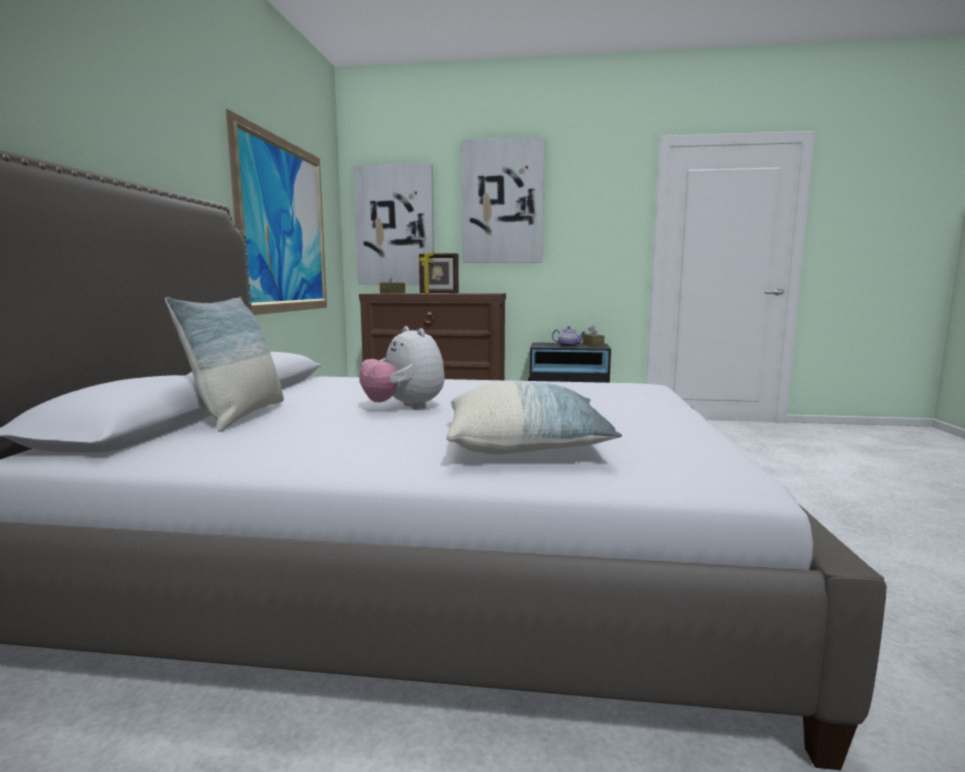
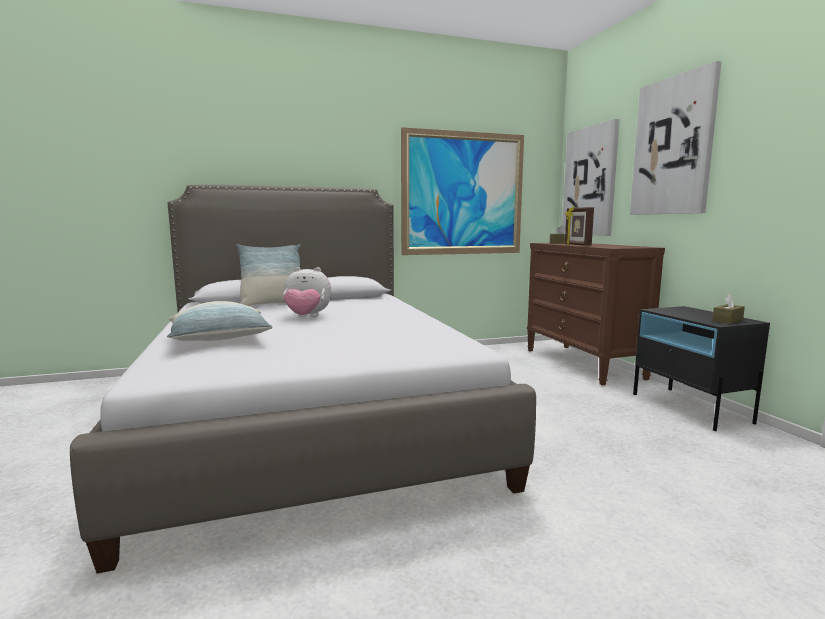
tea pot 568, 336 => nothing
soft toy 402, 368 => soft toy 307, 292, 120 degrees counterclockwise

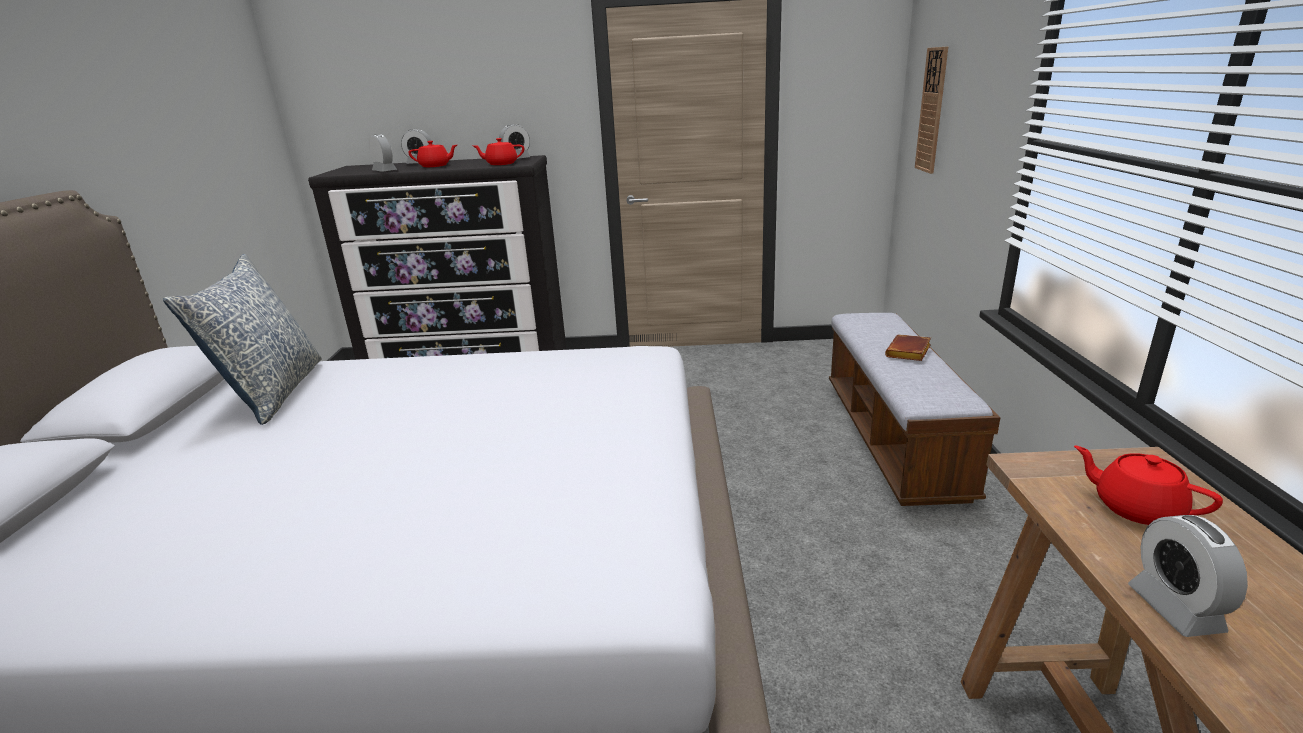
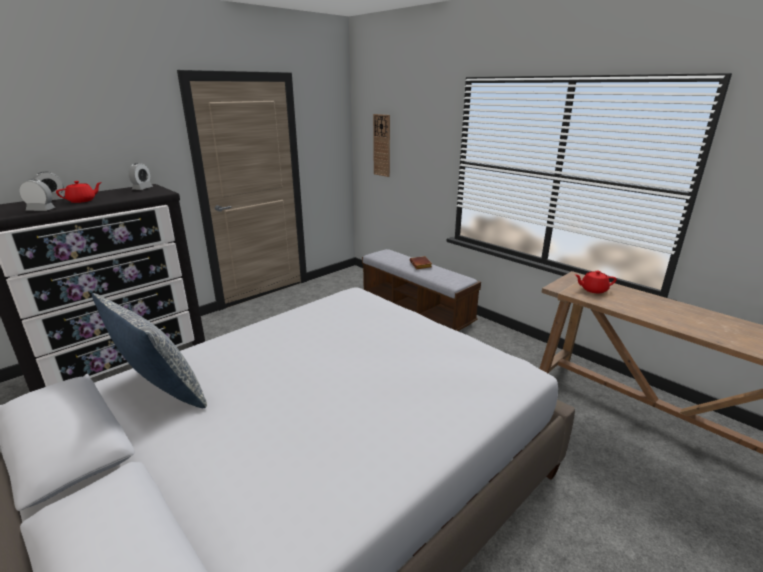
red tea pot 498, 151 => nothing
table clock 1188, 576 => nothing

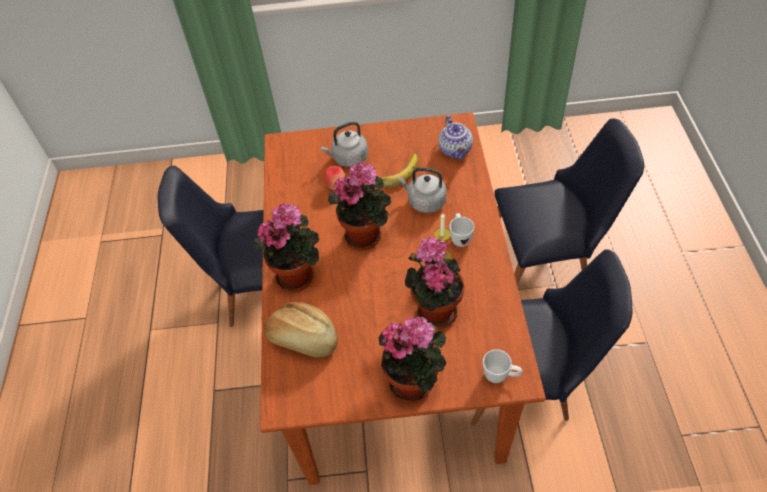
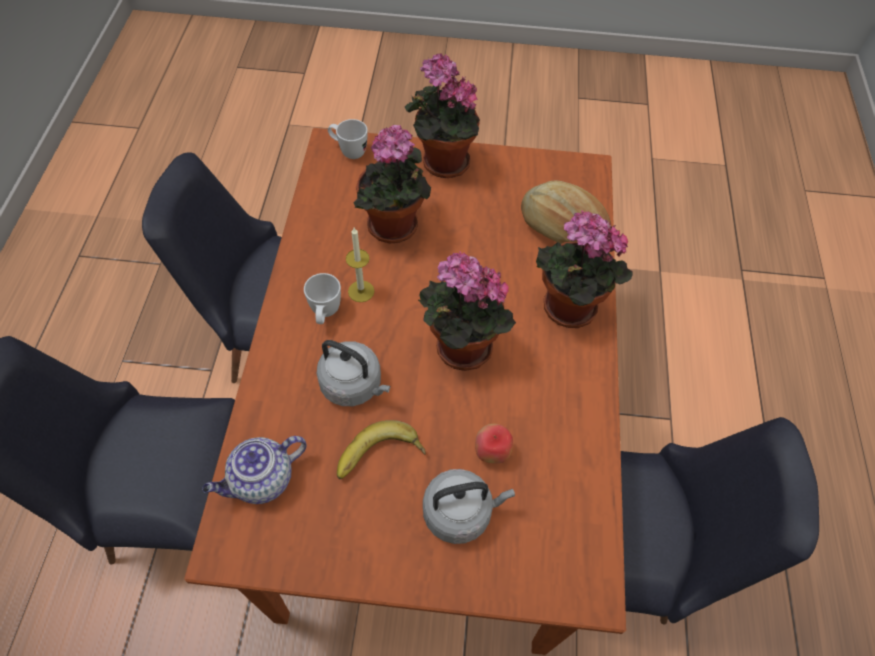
tea pot 455, 138 => tea pot 254, 470, 120 degrees counterclockwise

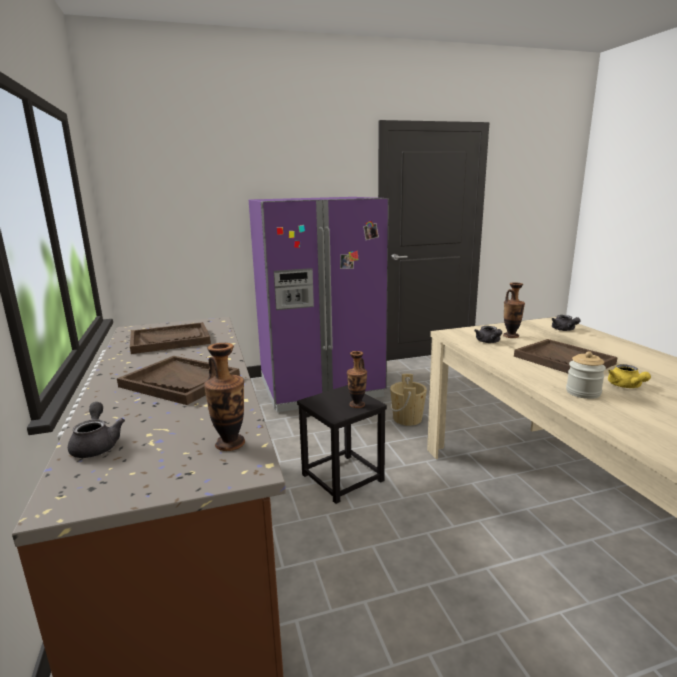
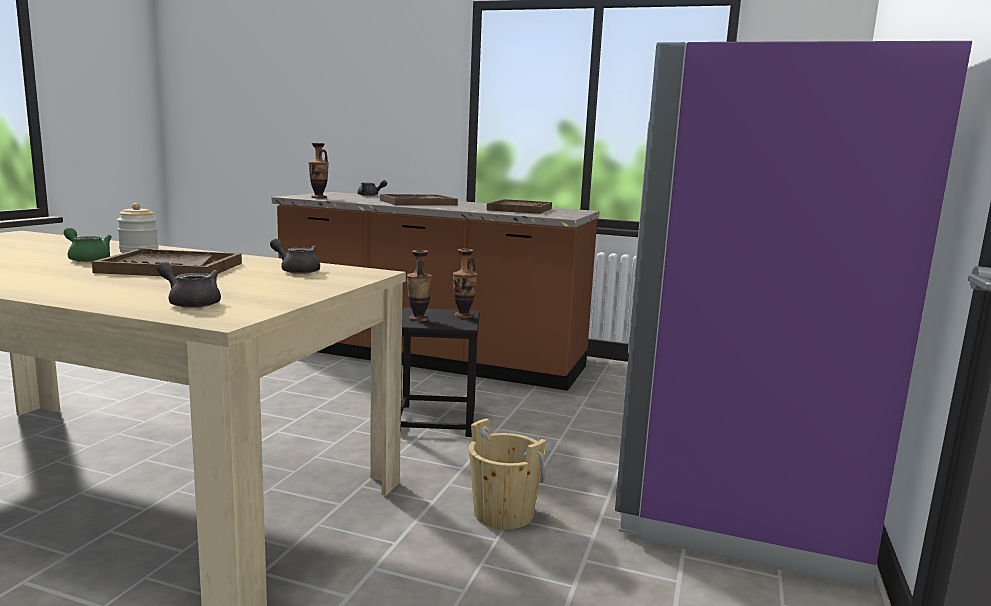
vase 514, 310 => vase 465, 283, relocated
yellowish tea pot 629, 376 => green-coloured tea pot 88, 244

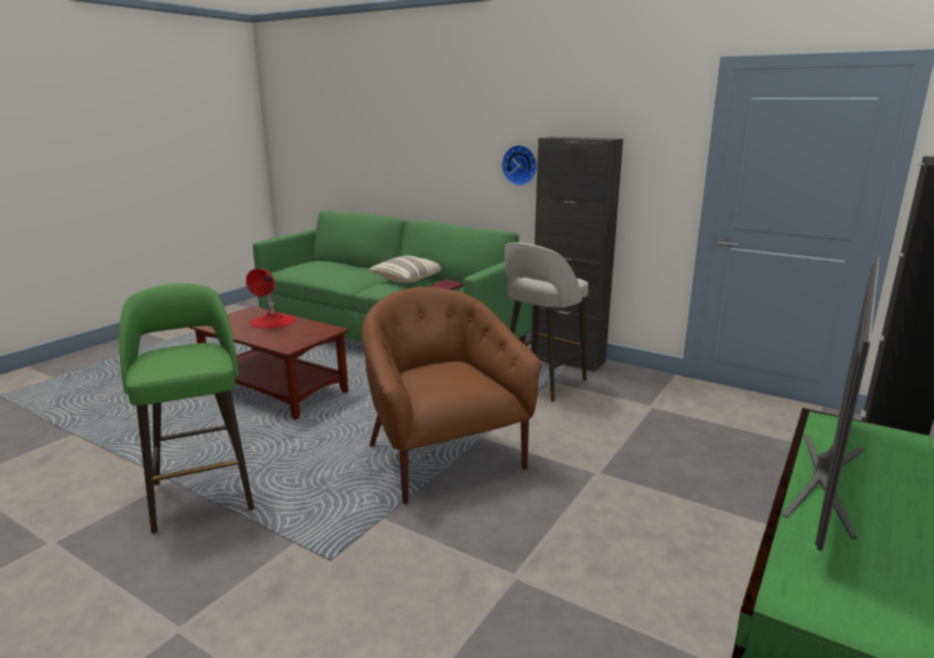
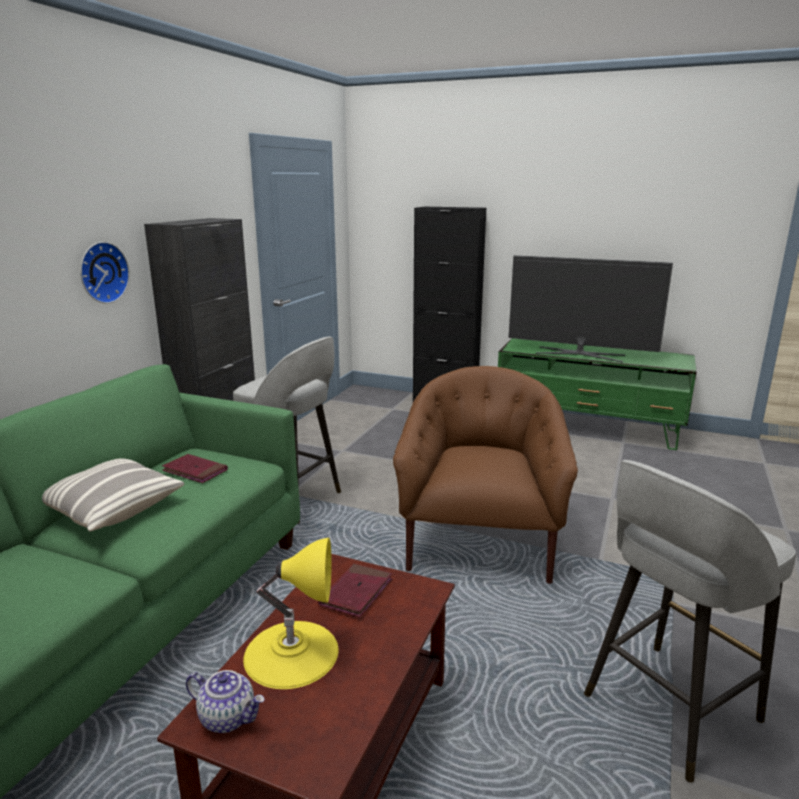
nothing => tea pot 225, 701
nothing => red book 355, 591
green-coloured sitting stool 186, 408 => gray sitting stool 690, 621
red tabletop lamp 270, 299 => yellowish tabletop lamp 291, 613
brown easy chair 451, 395 => brown easy chair 485, 474, 135 degrees clockwise

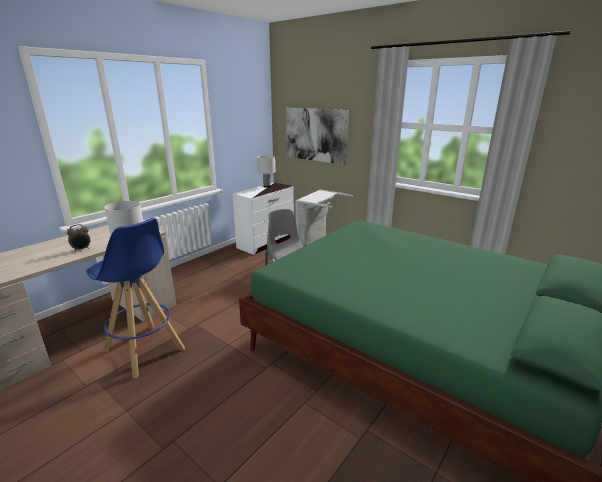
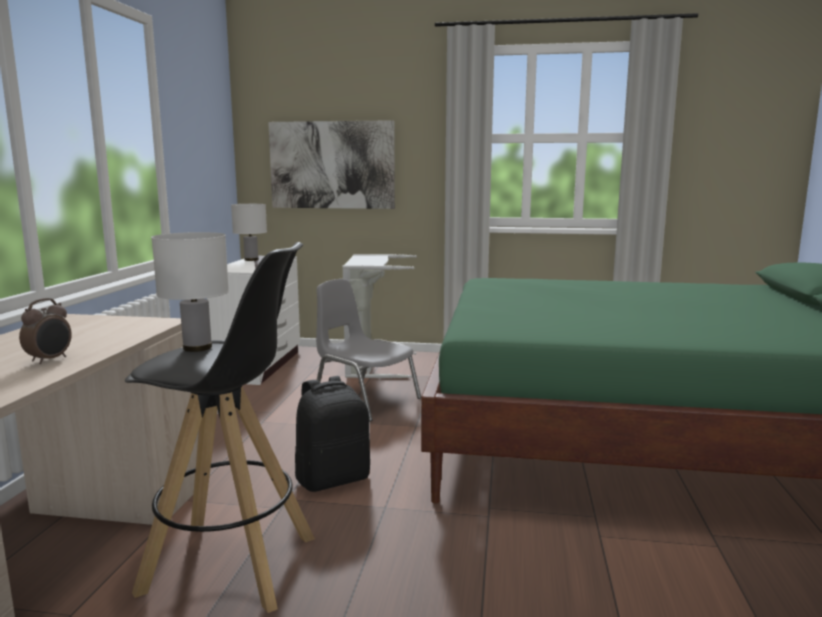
nothing => blackish backpack 332, 434
blue sitting stool 135, 298 => blackish sitting stool 220, 427

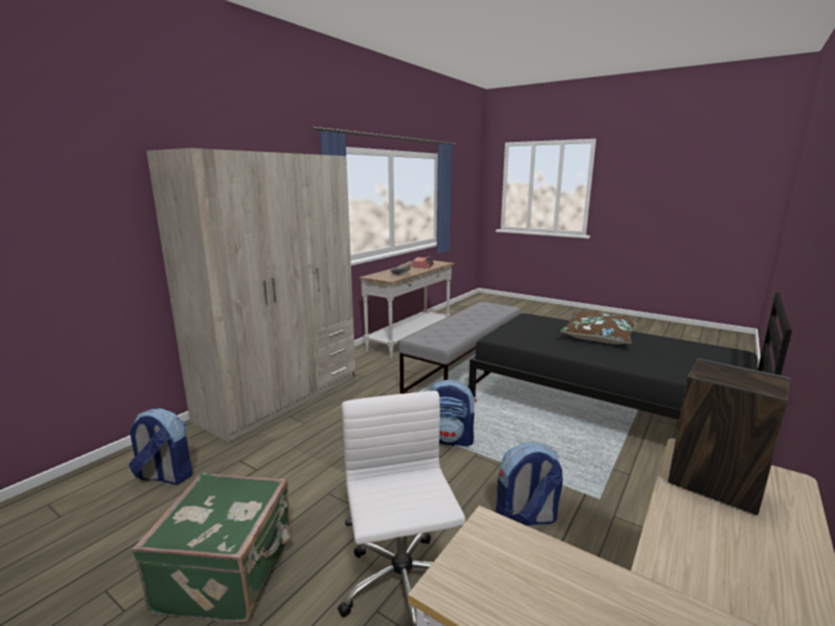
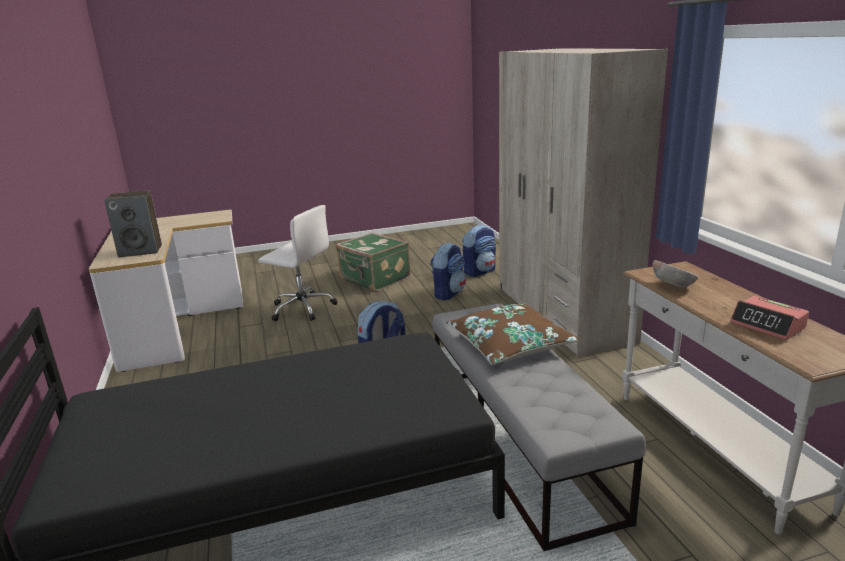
backpack 529, 484 => backpack 448, 271, relocated
brown throw pillow 599, 328 => brown throw pillow 512, 334, relocated

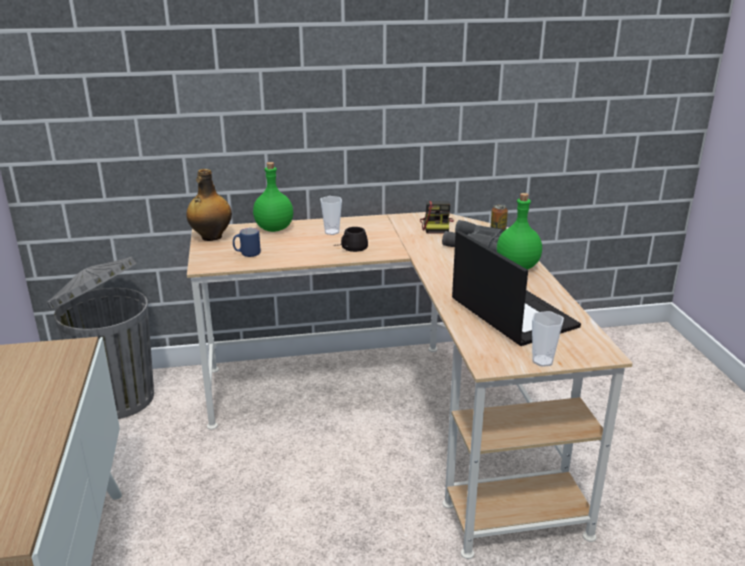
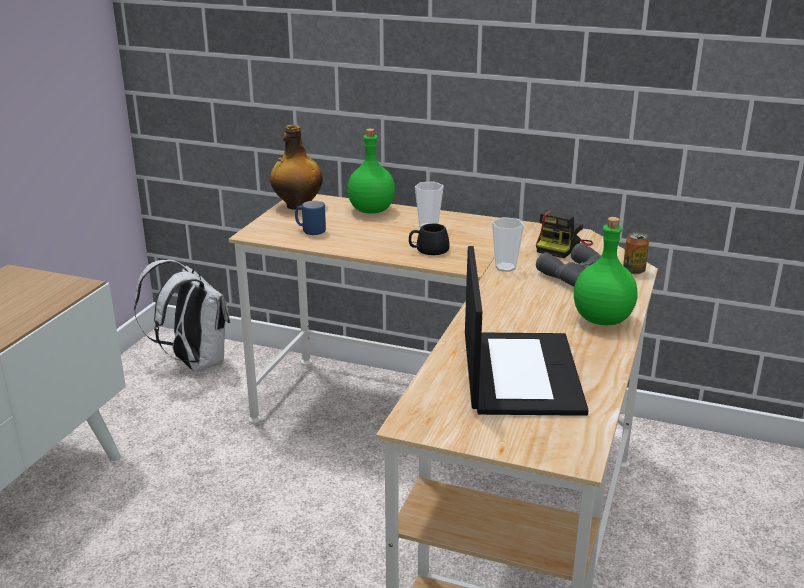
small cup 548, 339 => small cup 508, 244, relocated
gray trash can 100, 337 => white backpack 182, 316

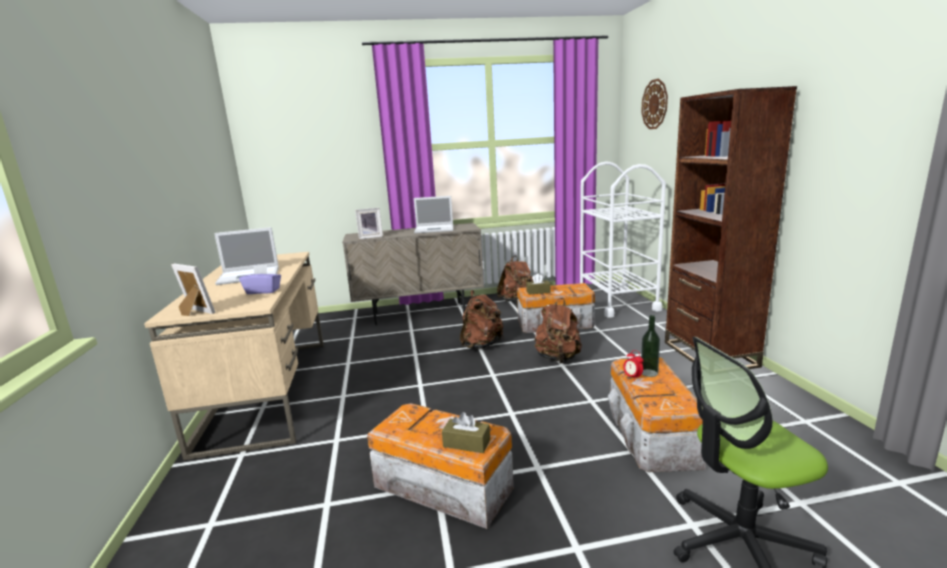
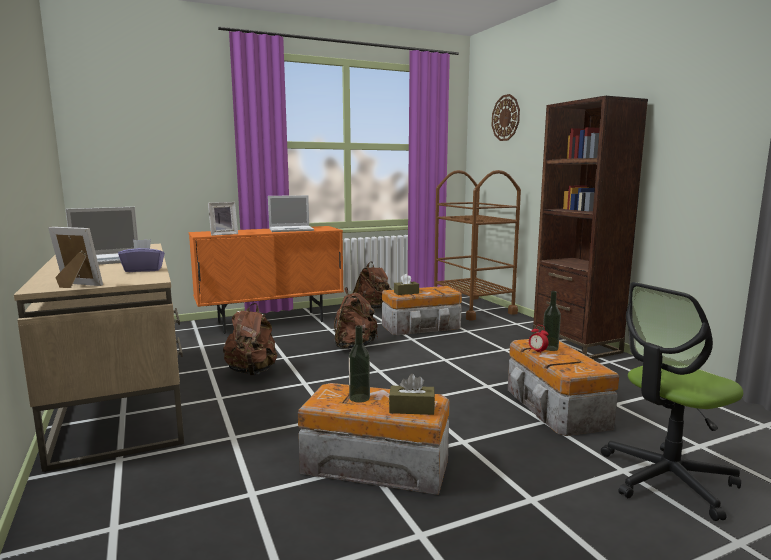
nothing => drink bottle 359, 364
brown backpack 558, 331 => brown backpack 250, 339, relocated
beige cupboard 413, 274 => orange cupboard 266, 280
white wheeled cart 623, 239 => brown wheeled cart 477, 245

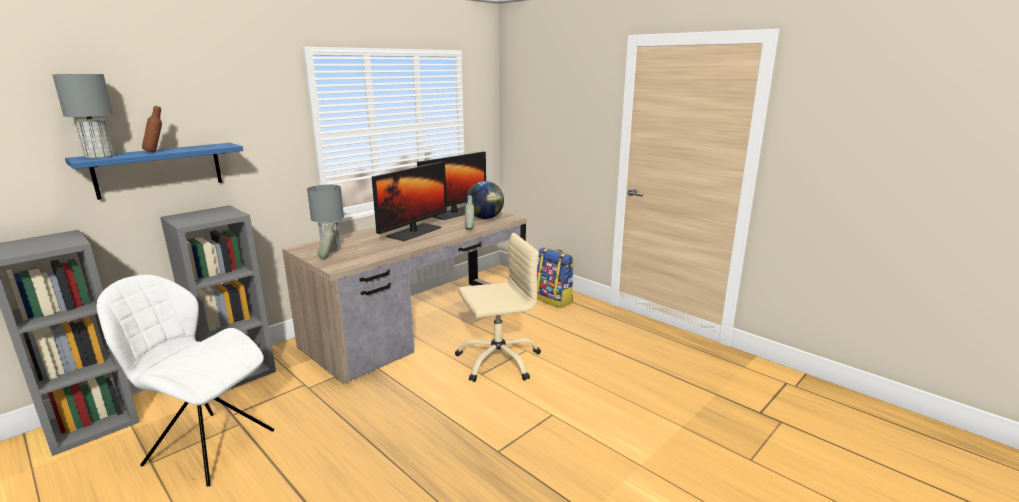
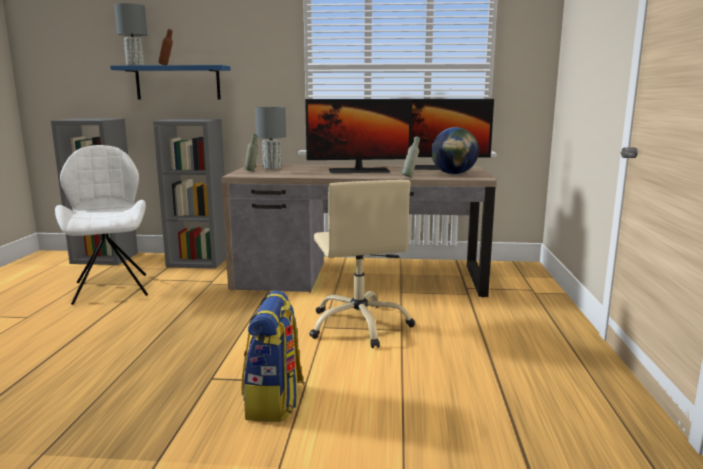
backpack 555, 278 => backpack 273, 356, relocated
beige office chair 498, 307 => beige office chair 362, 264, 45 degrees clockwise

